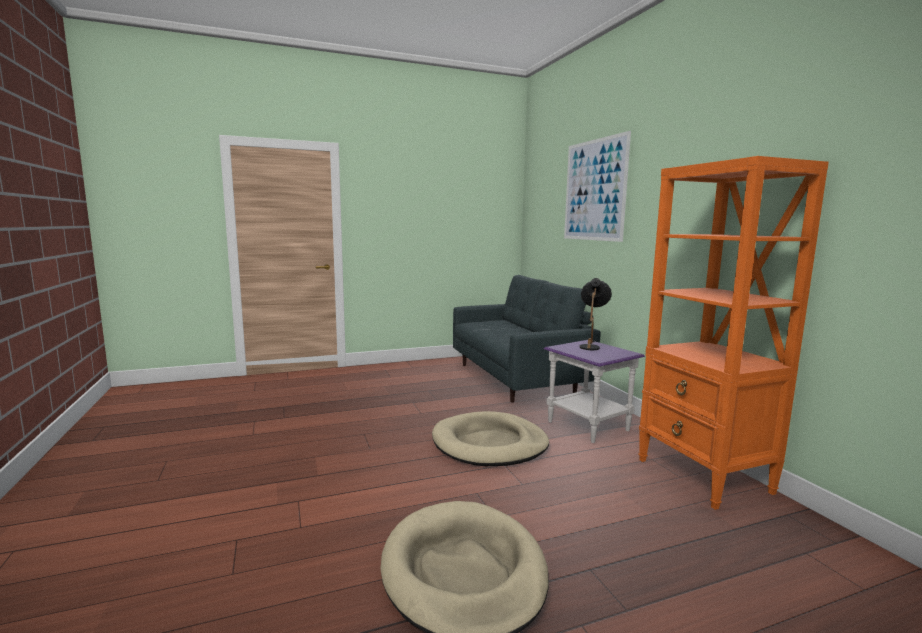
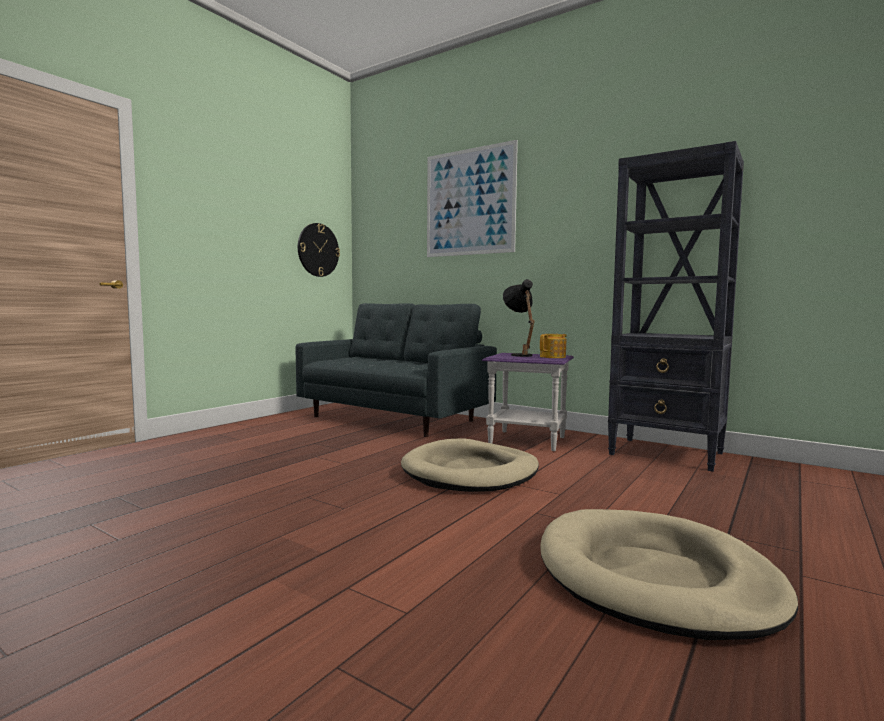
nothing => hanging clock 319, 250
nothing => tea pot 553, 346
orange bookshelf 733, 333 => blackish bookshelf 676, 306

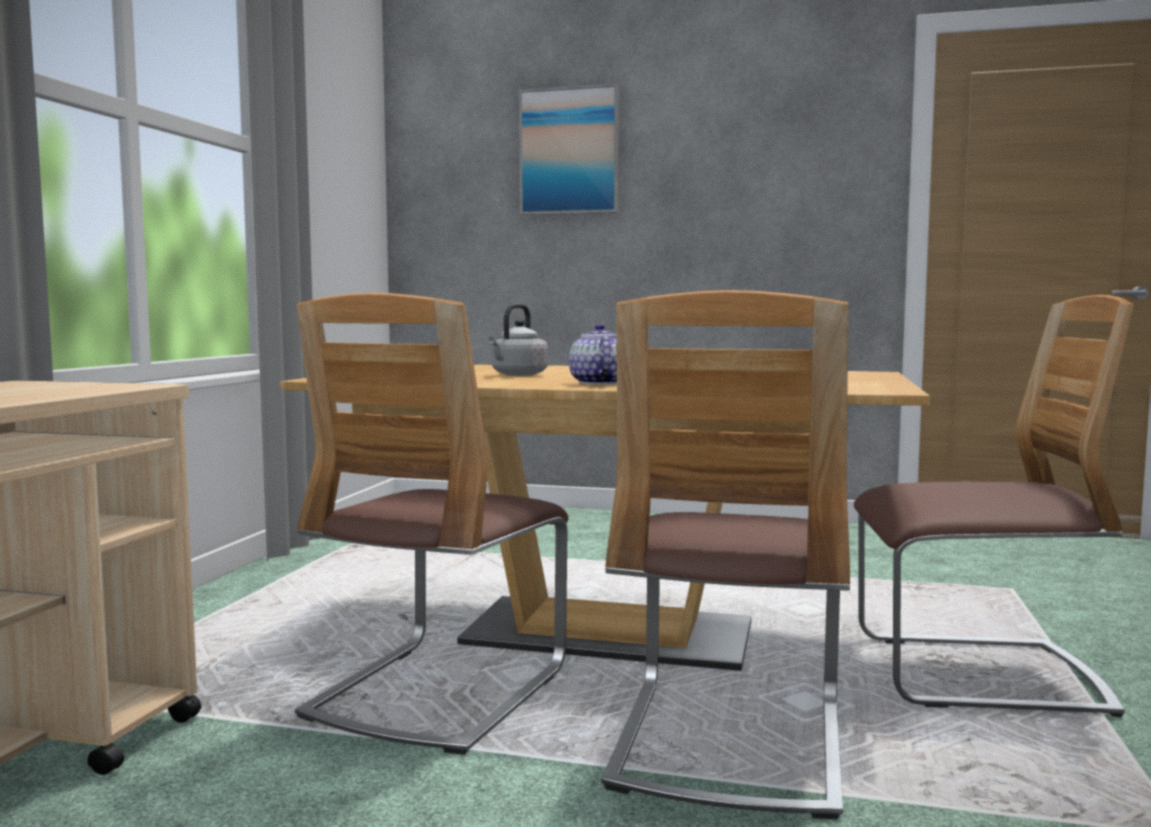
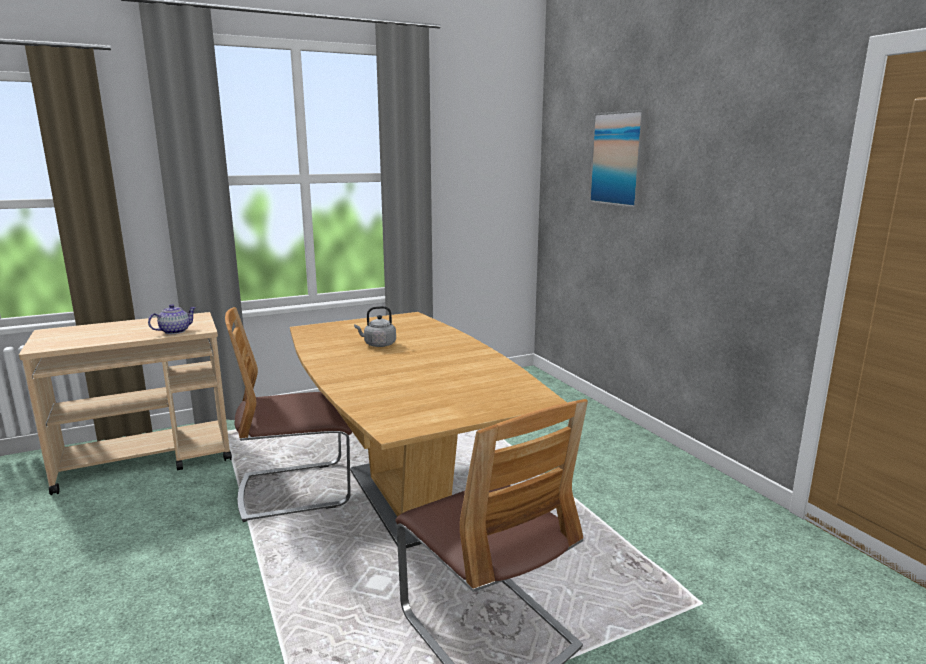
upright chair 725, 554 => nothing
tea pot 593, 354 => tea pot 172, 319, relocated

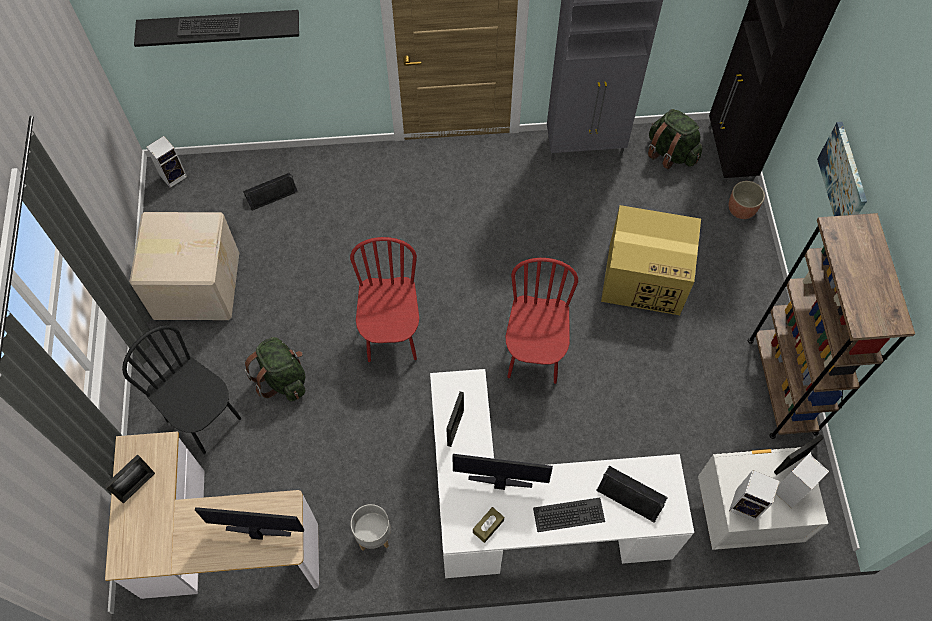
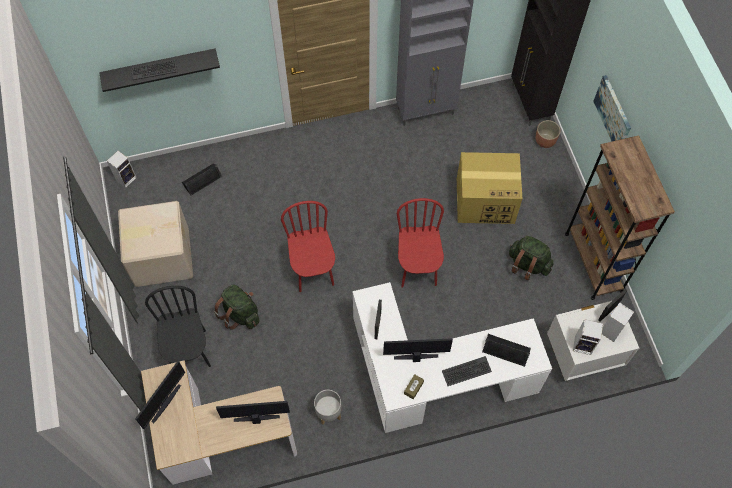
green-coloured backpack 675, 139 => green-coloured backpack 531, 258, relocated
photo frame 129, 479 => monitor 160, 395
blackish upright chair 181, 389 => blackish upright chair 178, 326, 45 degrees clockwise

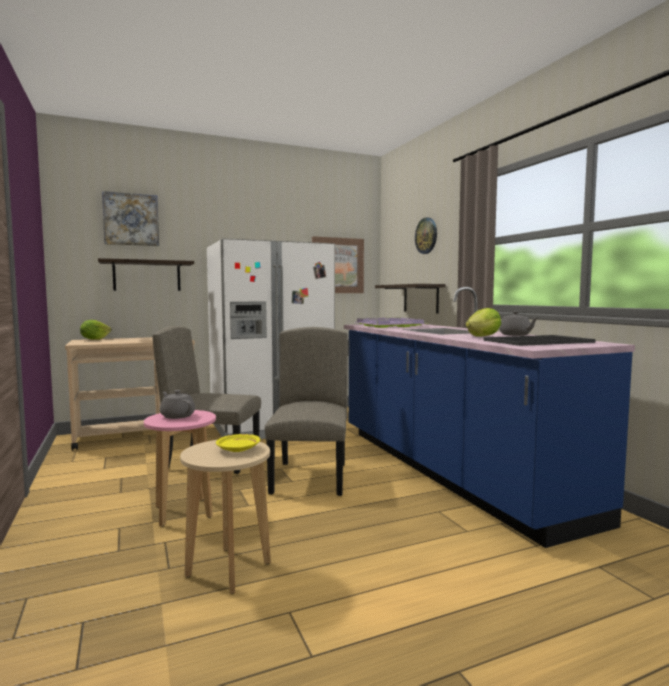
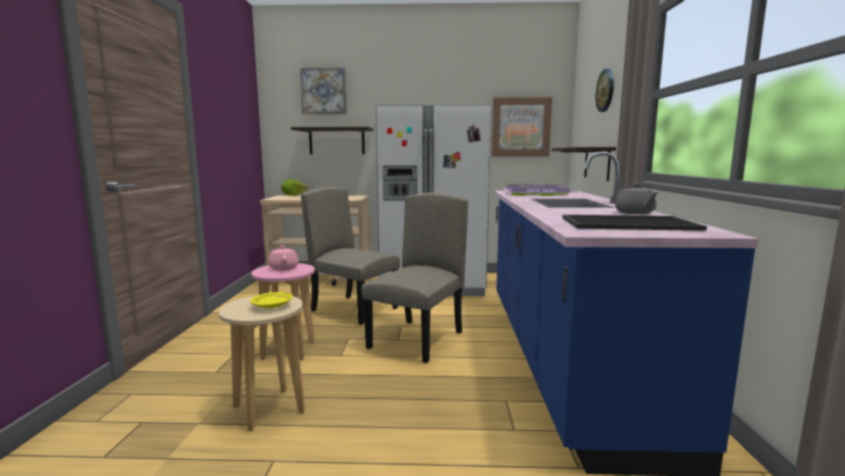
lettuce head 483, 322 => nothing
gray tea pot 177, 404 => pink-coloured tea pot 283, 258

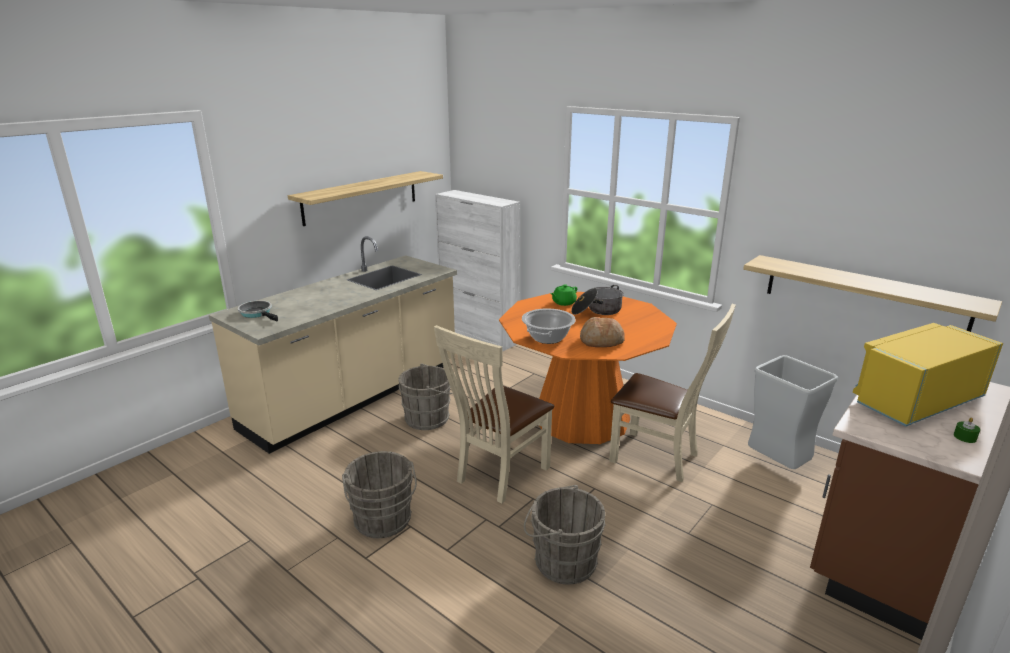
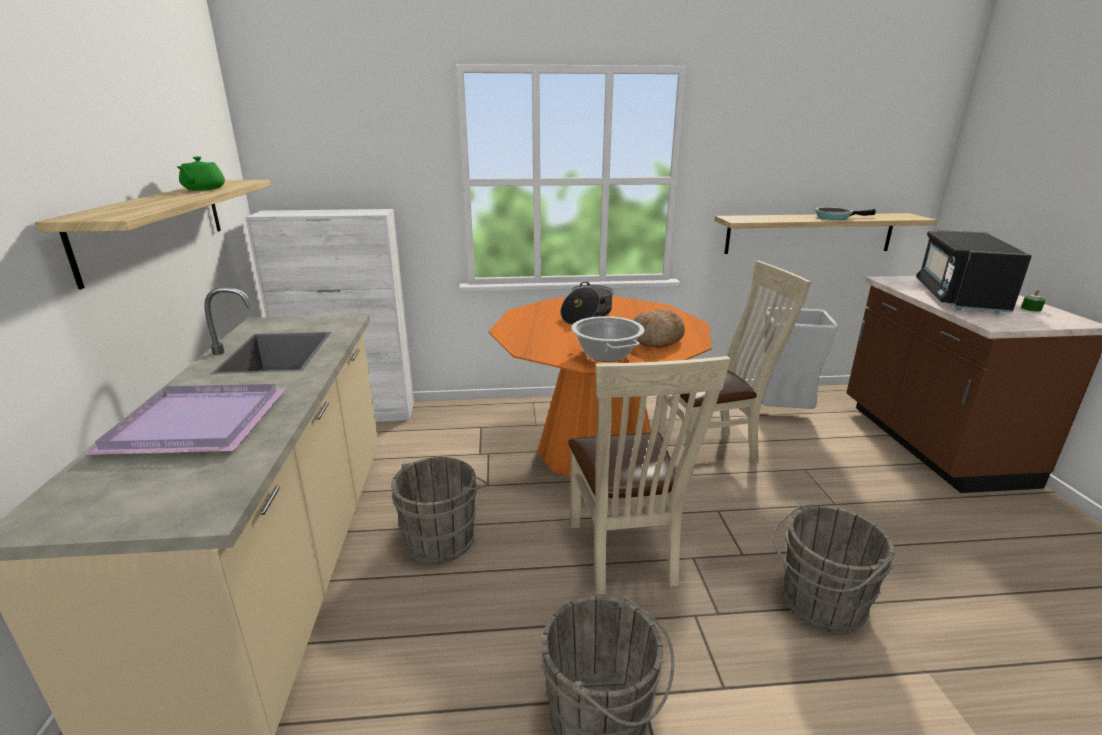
nothing => purple-coloured serving tray 184, 419
skillet 258, 310 => skillet 846, 213, relocated
green-coloured tea pot 563, 295 => green-coloured tea pot 200, 174, relocated
yellowish kitchen microwave 928, 375 => blackish kitchen microwave 974, 271

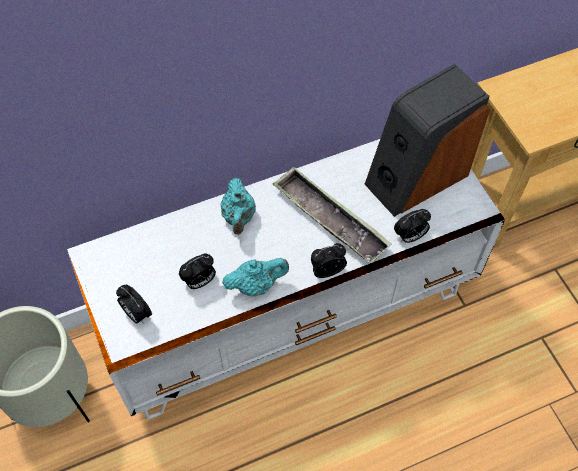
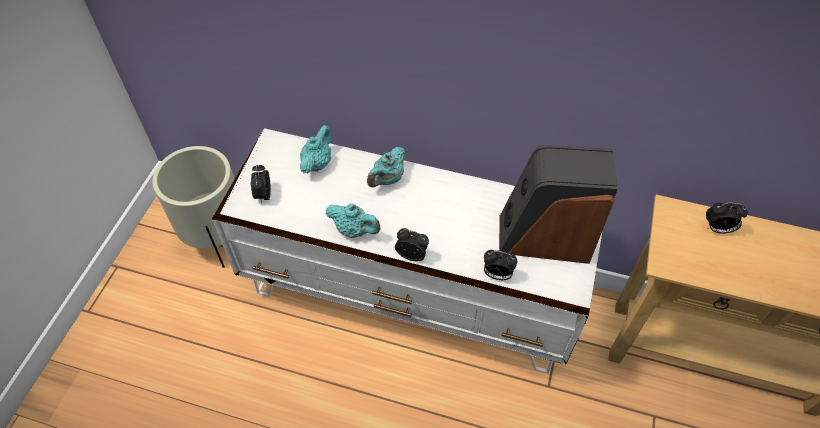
serving tray 332, 215 => nothing
nothing => turquoise-coloured tea pot 316, 149
table clock 197, 271 => table clock 727, 218, relocated

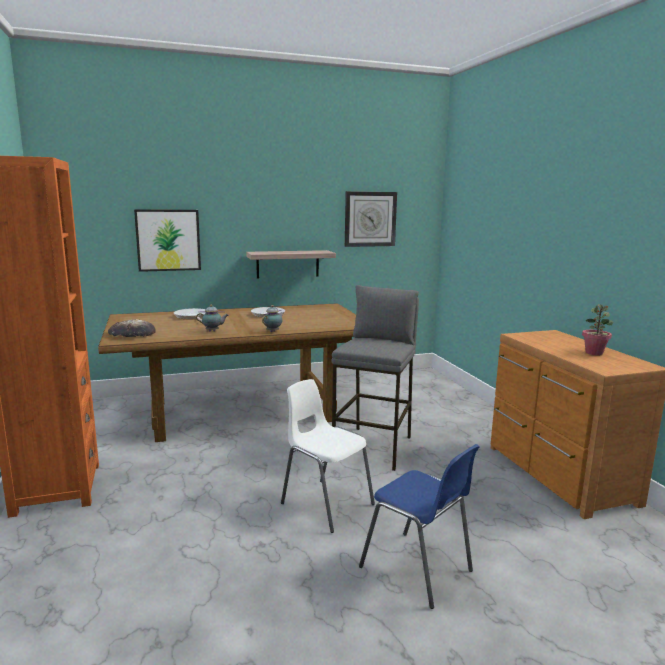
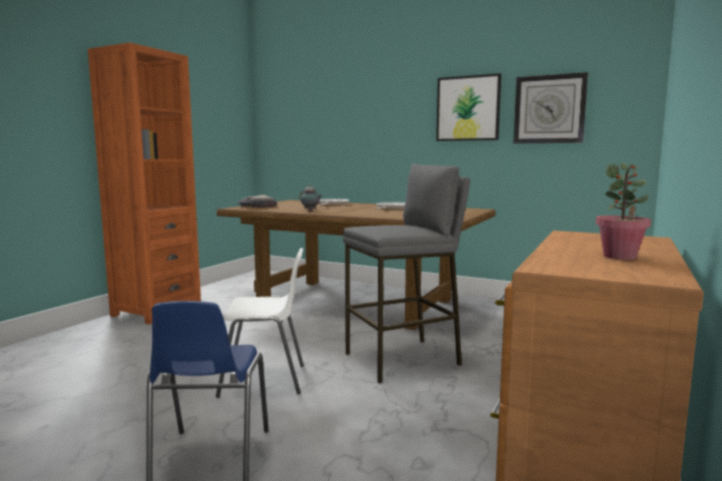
wall shelf 291, 264 => nothing
tea pot 273, 318 => nothing
picture 167, 240 => picture 468, 107, relocated
white upright chair 328, 456 => white upright chair 260, 323, 90 degrees clockwise

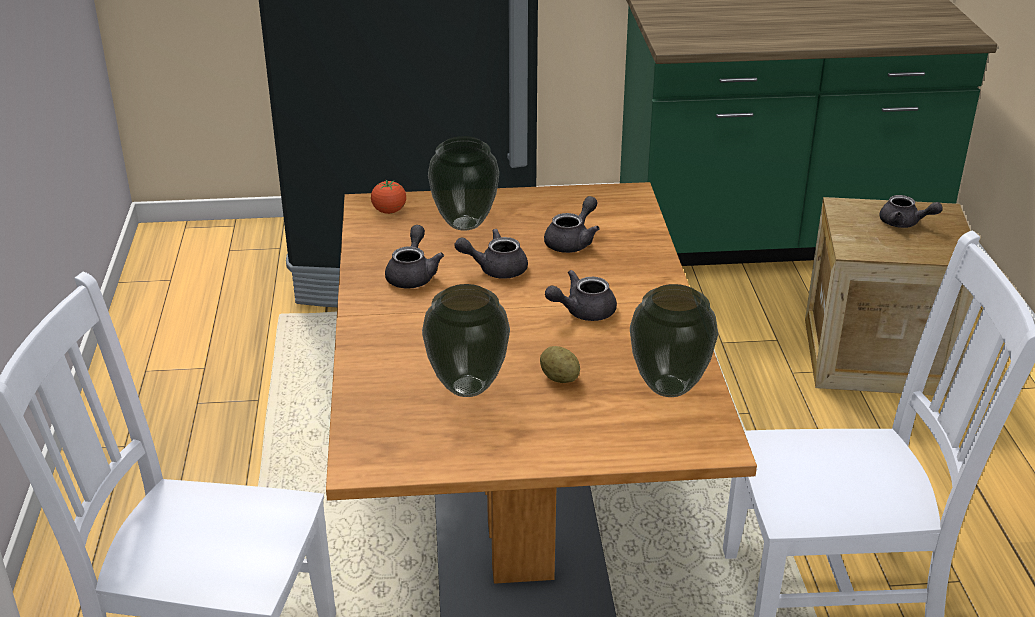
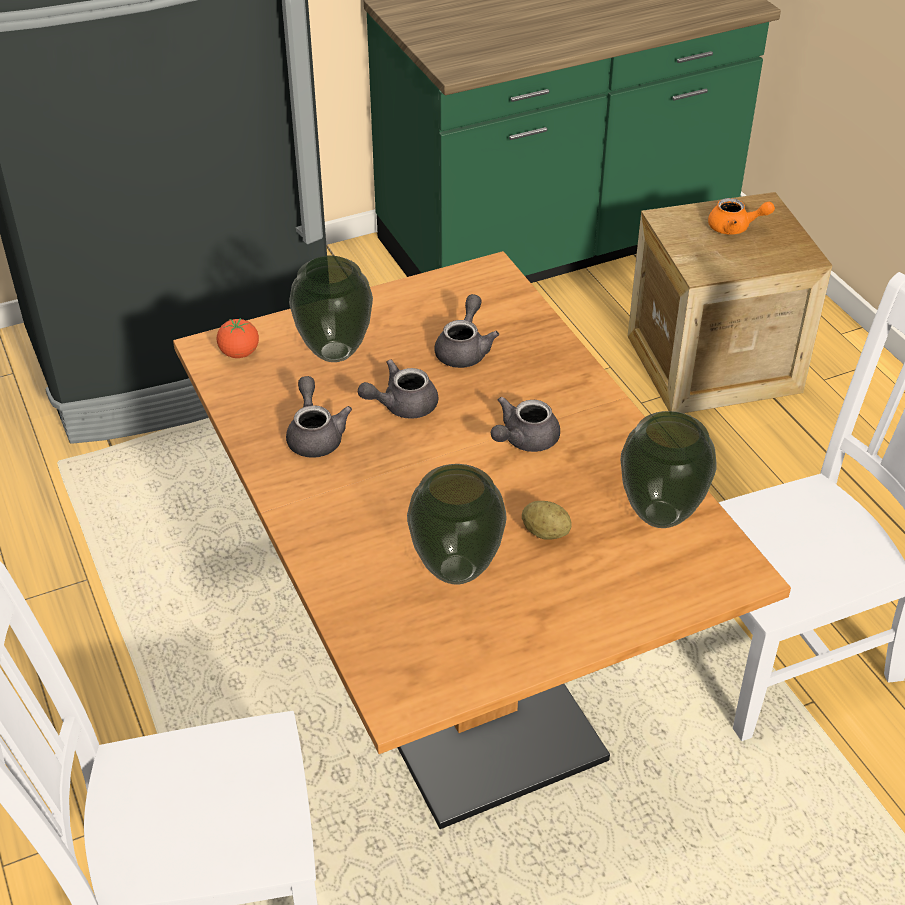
gray tea pot 911, 211 => orange tea pot 741, 216

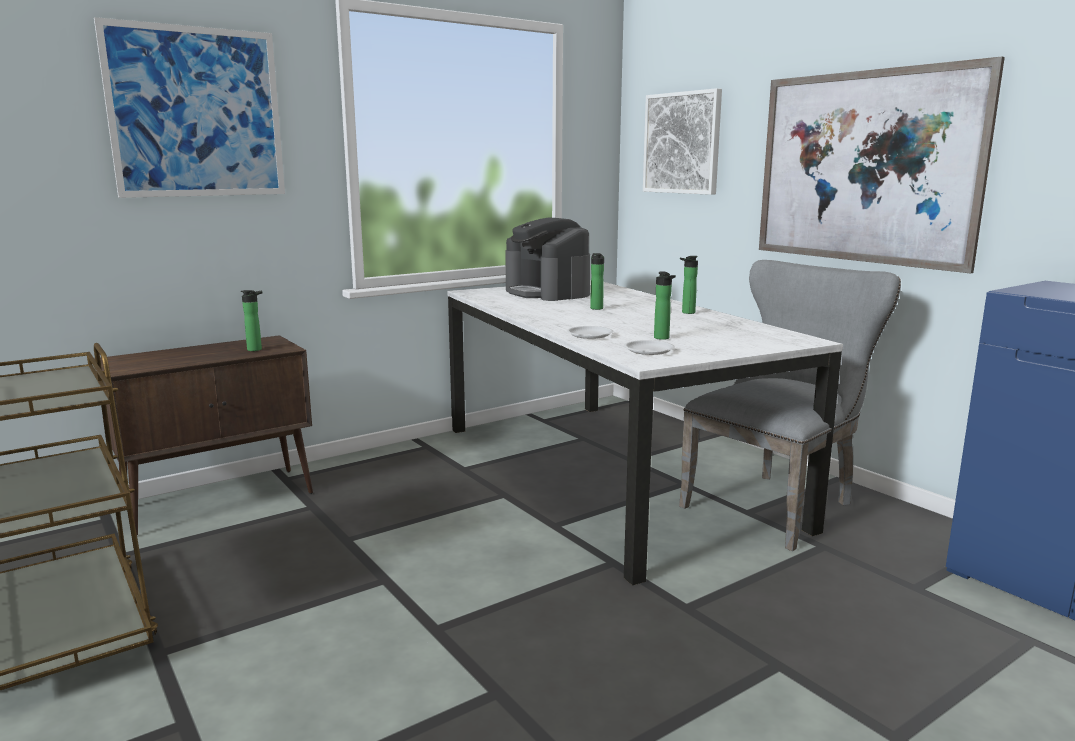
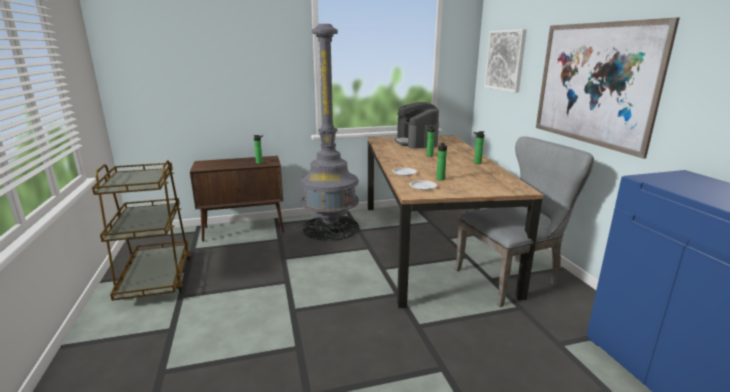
picture 189, 107 => nothing
nothing => gray standard lamp 329, 132
white dining table 645, 433 => brown dining table 455, 222

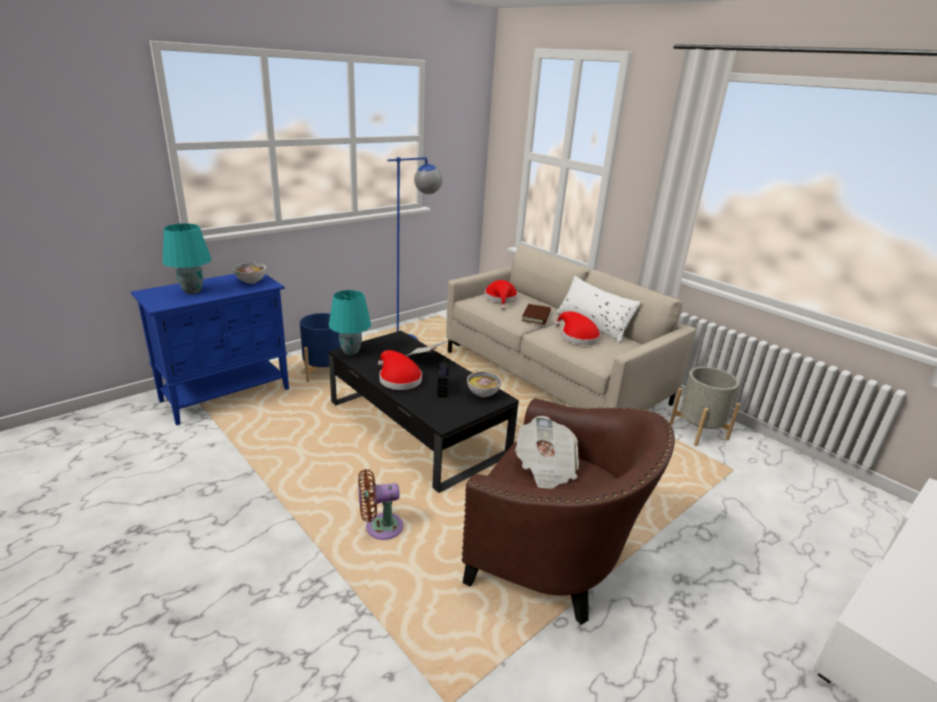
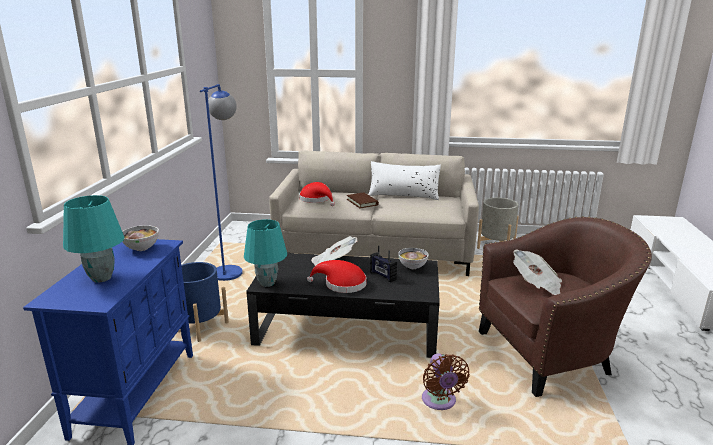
red hat 577, 328 => nothing
brown fan 380, 504 => brown fan 446, 381, 45 degrees counterclockwise

